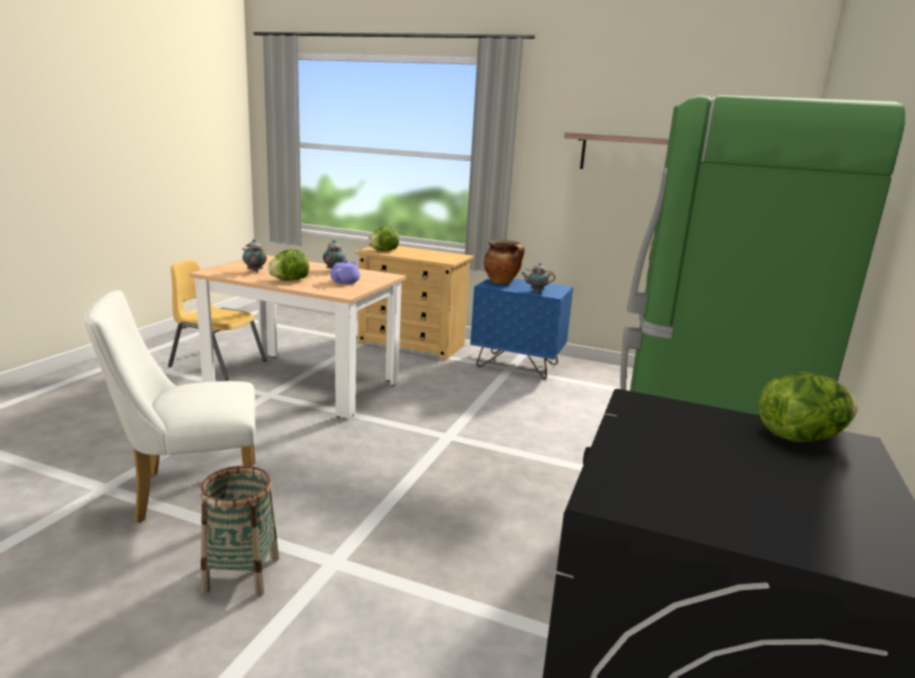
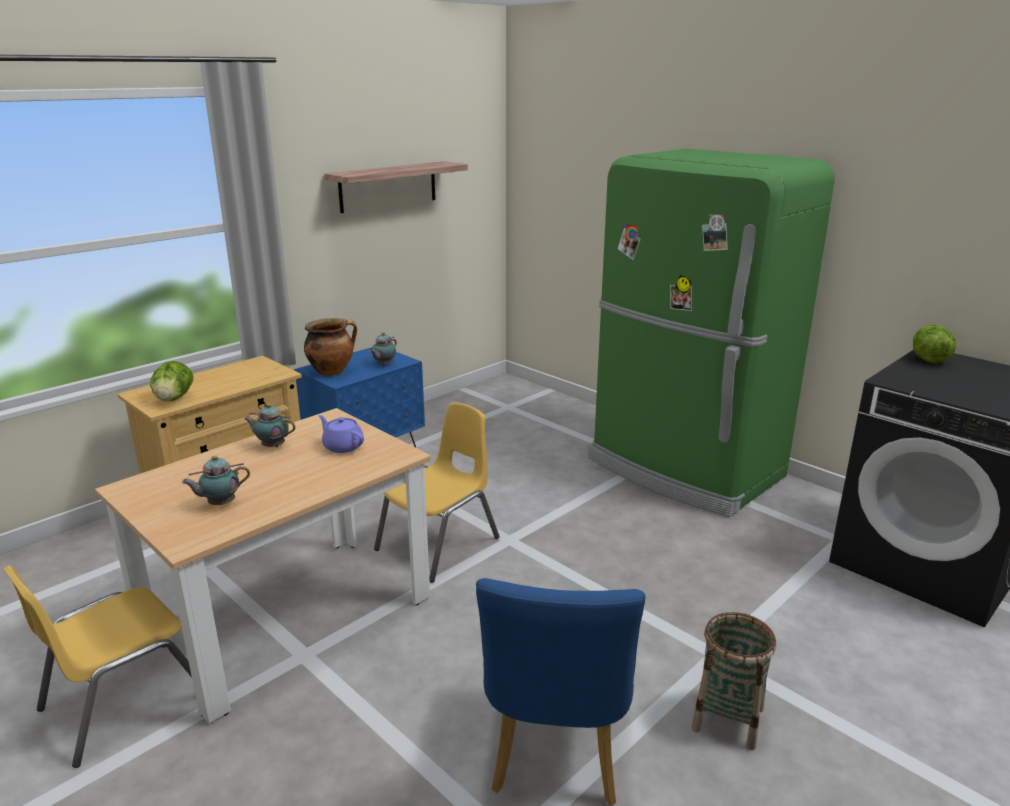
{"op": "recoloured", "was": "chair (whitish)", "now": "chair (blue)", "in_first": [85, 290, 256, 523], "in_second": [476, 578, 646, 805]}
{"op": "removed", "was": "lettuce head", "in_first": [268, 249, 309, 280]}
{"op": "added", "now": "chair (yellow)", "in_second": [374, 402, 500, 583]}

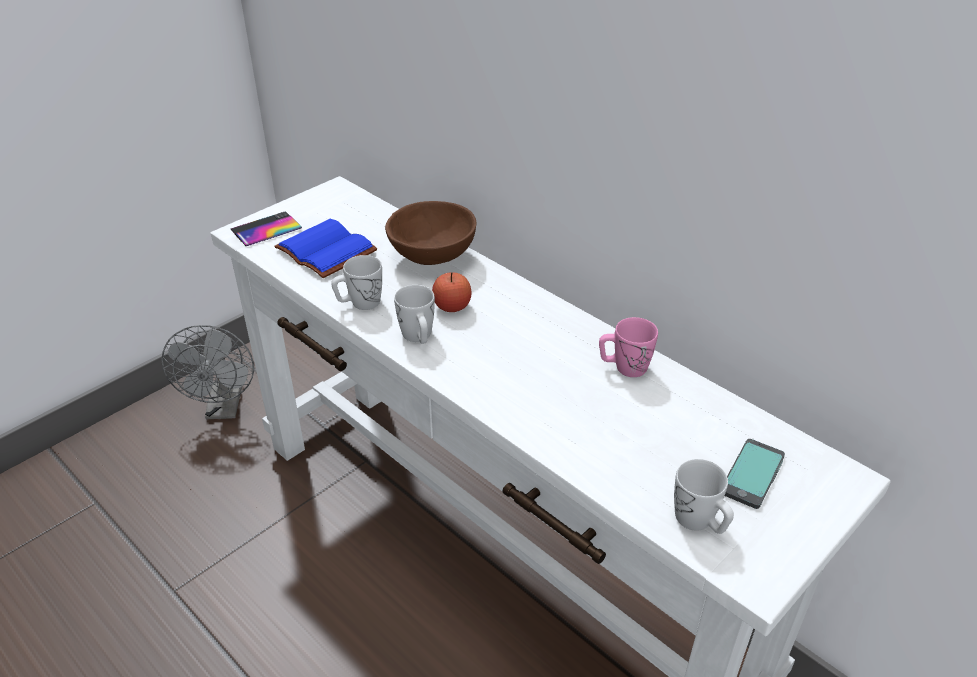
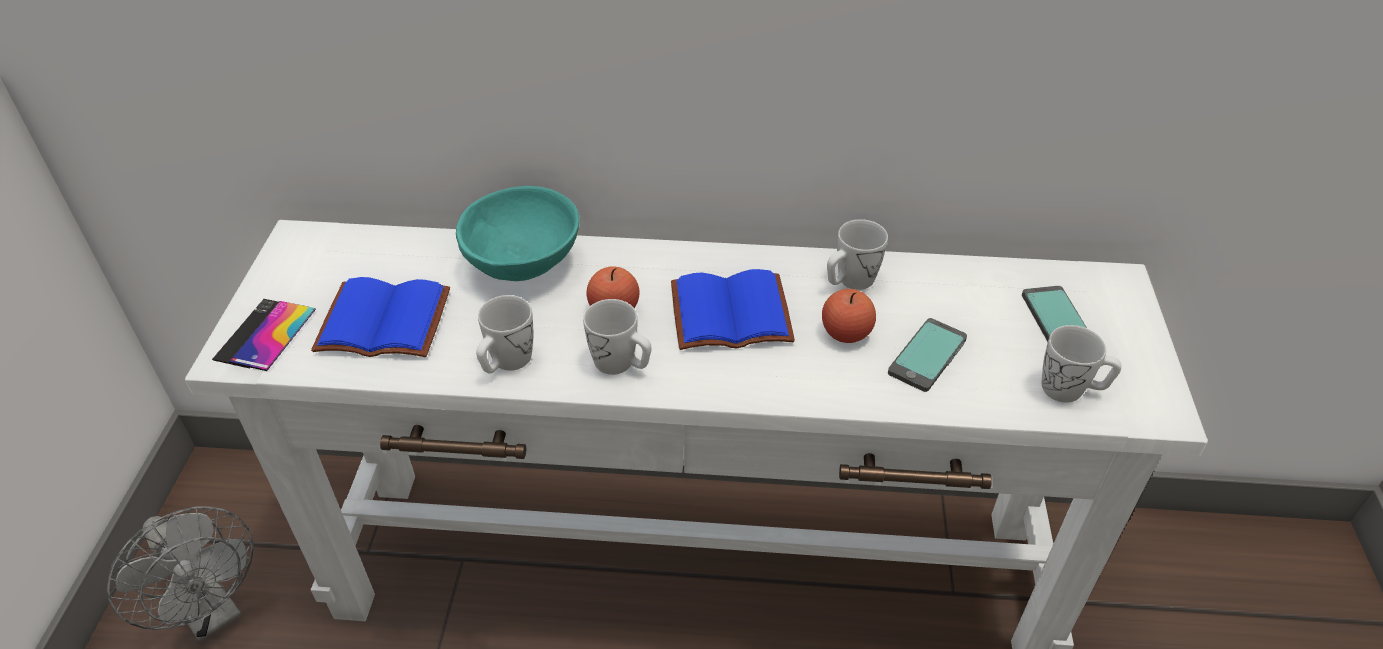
{"op": "recoloured", "was": "deep dish (brown)", "now": "deep dish (turquoise)", "in_first": [385, 201, 476, 265], "in_second": [456, 186, 579, 281]}
{"op": "recoloured", "was": "mug (pinkish)", "now": "mug (whitish)", "in_first": [599, 317, 658, 377], "in_second": [827, 219, 888, 290]}
{"op": "added", "now": "book (blue)", "in_second": [671, 269, 795, 350]}
{"op": "added", "now": "whole apple", "in_second": [822, 289, 876, 343]}
{"op": "added", "now": "handset", "in_second": [888, 318, 967, 392]}

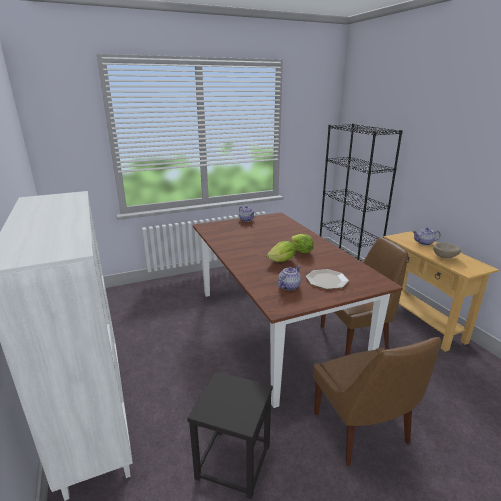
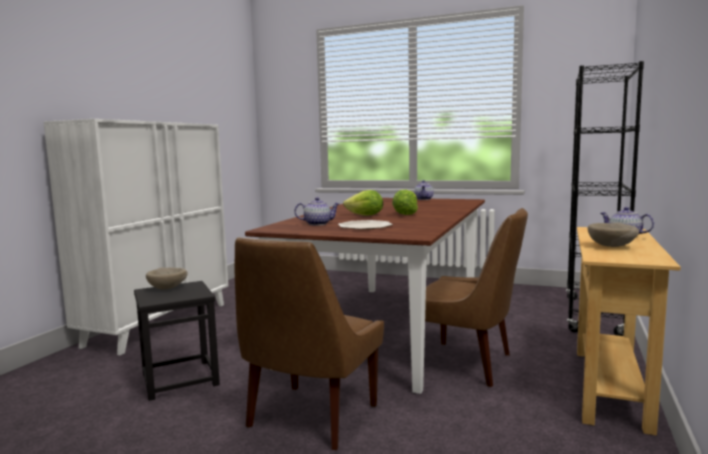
{"op": "added", "now": "deep dish (sand-coloured)", "in_second": [146, 267, 188, 290]}

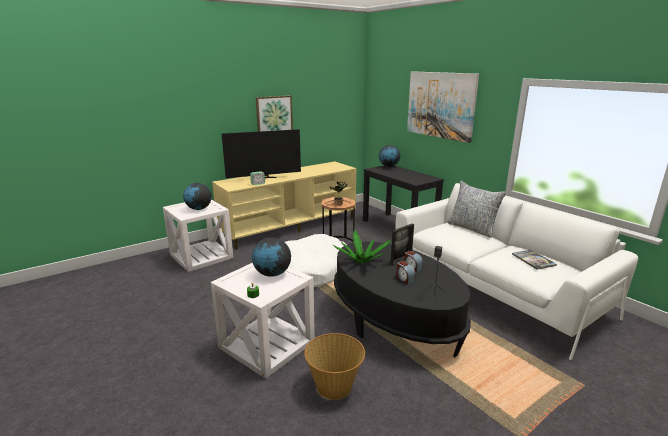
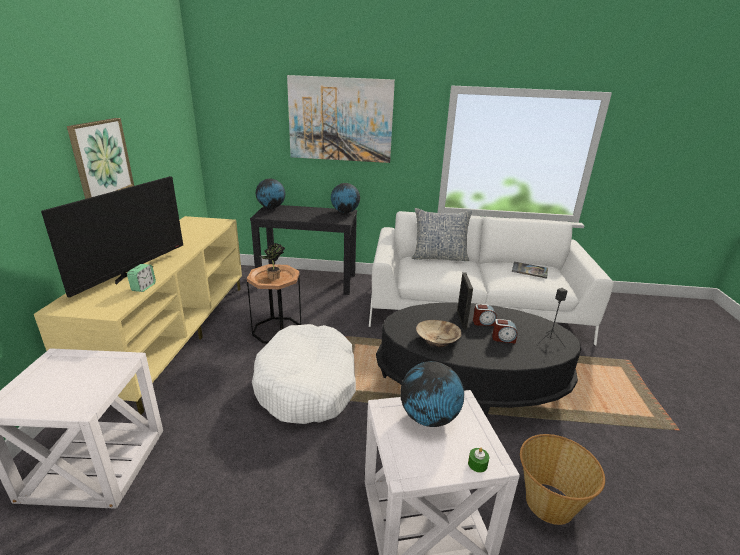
{"op": "moved", "was": "globe", "in_first": [183, 183, 212, 210], "in_second": [331, 183, 360, 213]}
{"op": "replaced", "was": "plant in a pot", "now": "deep dish (sand-coloured)", "in_first": [333, 230, 392, 263], "in_second": [416, 320, 462, 347]}

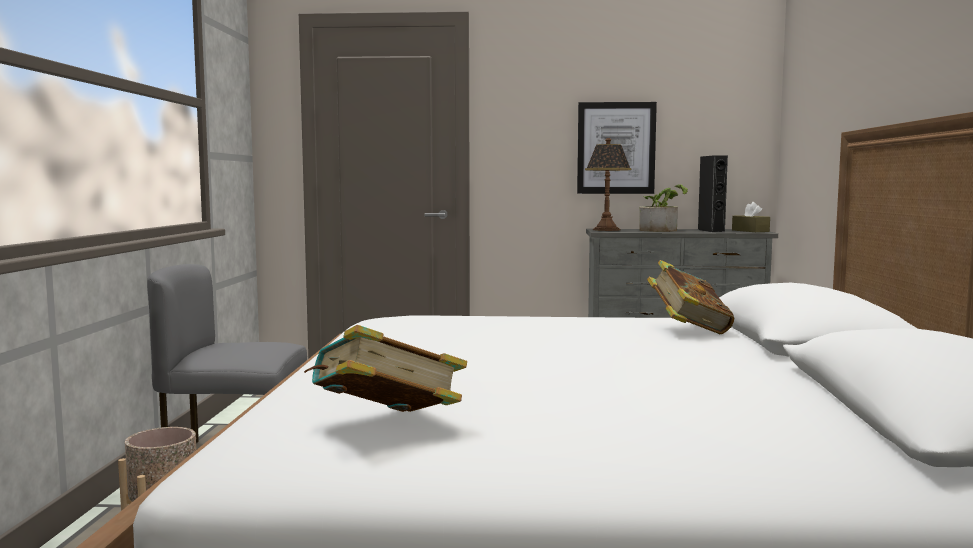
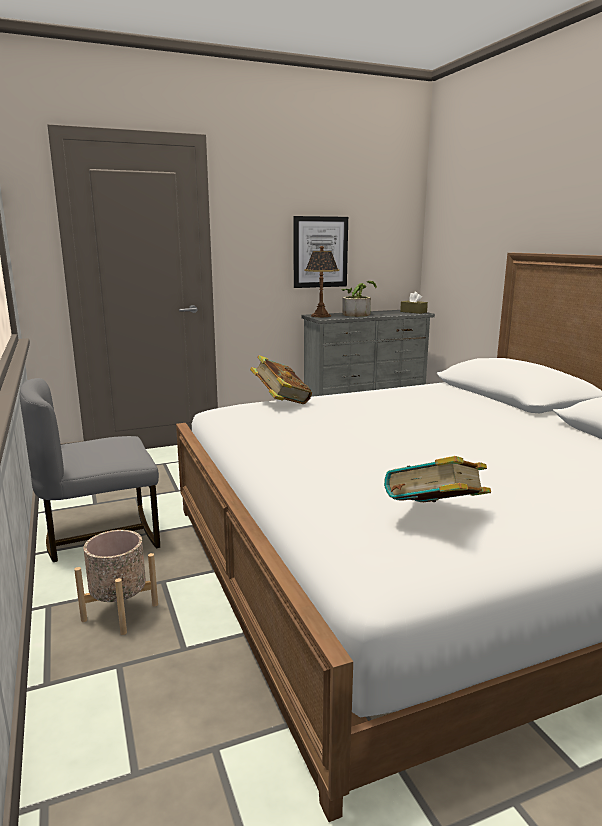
{"op": "moved", "was": "book", "in_first": [647, 260, 734, 334], "in_second": [250, 355, 312, 404]}
{"op": "removed", "was": "loudspeaker (blackish)", "in_first": [698, 155, 728, 232]}

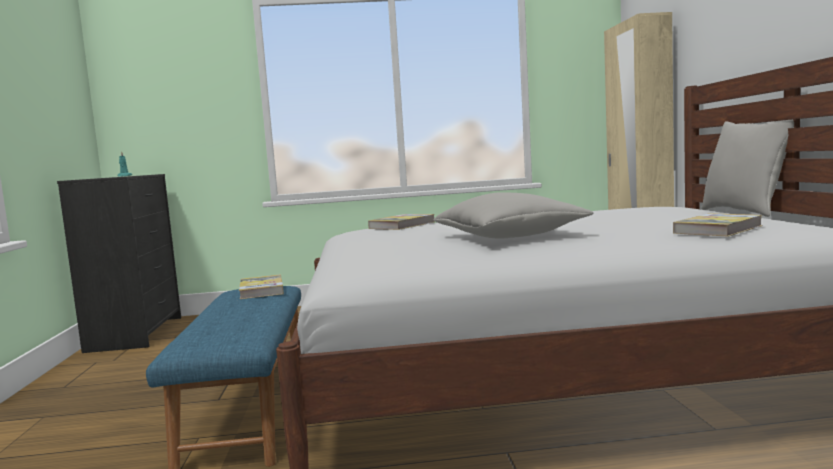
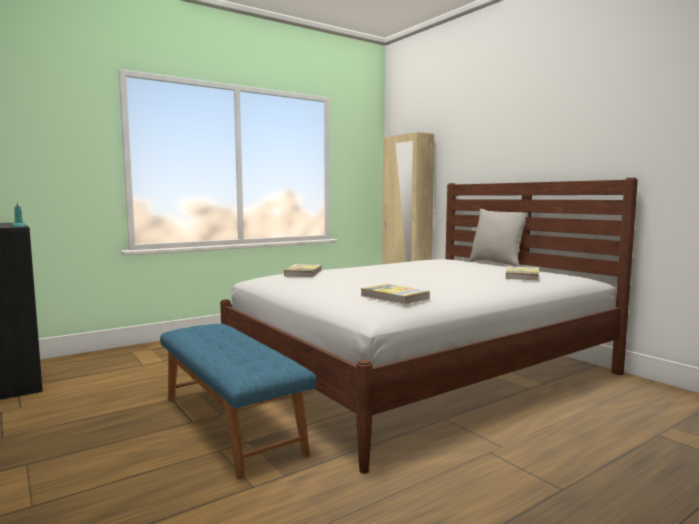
{"op": "moved", "was": "book", "in_first": [239, 275, 284, 299], "in_second": [361, 284, 430, 305]}
{"op": "removed", "was": "throw pillow (gray)", "in_first": [433, 192, 593, 238]}

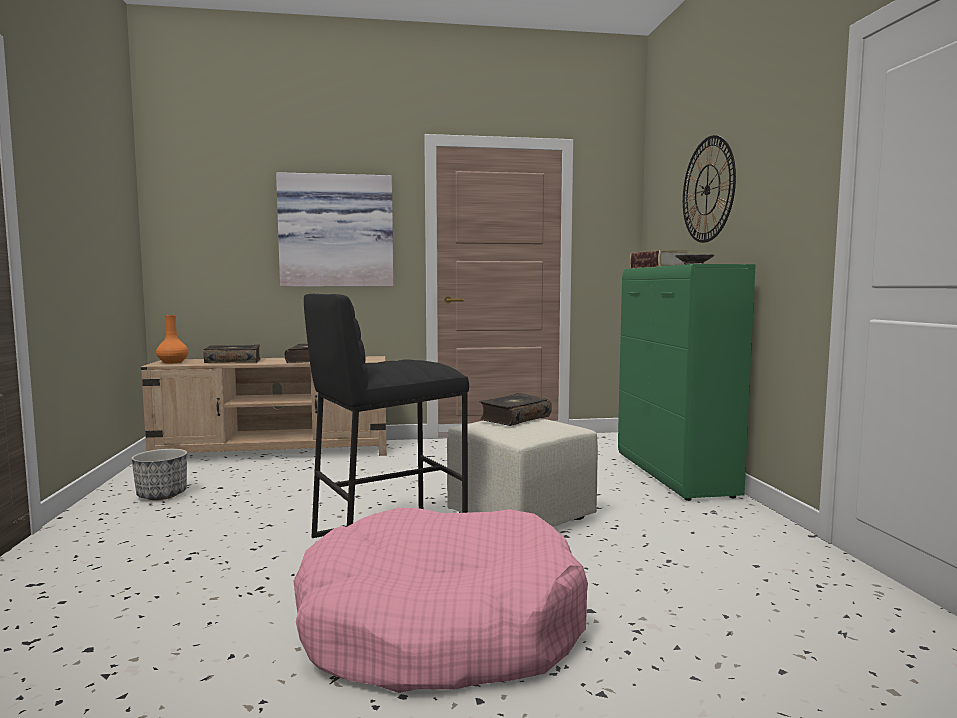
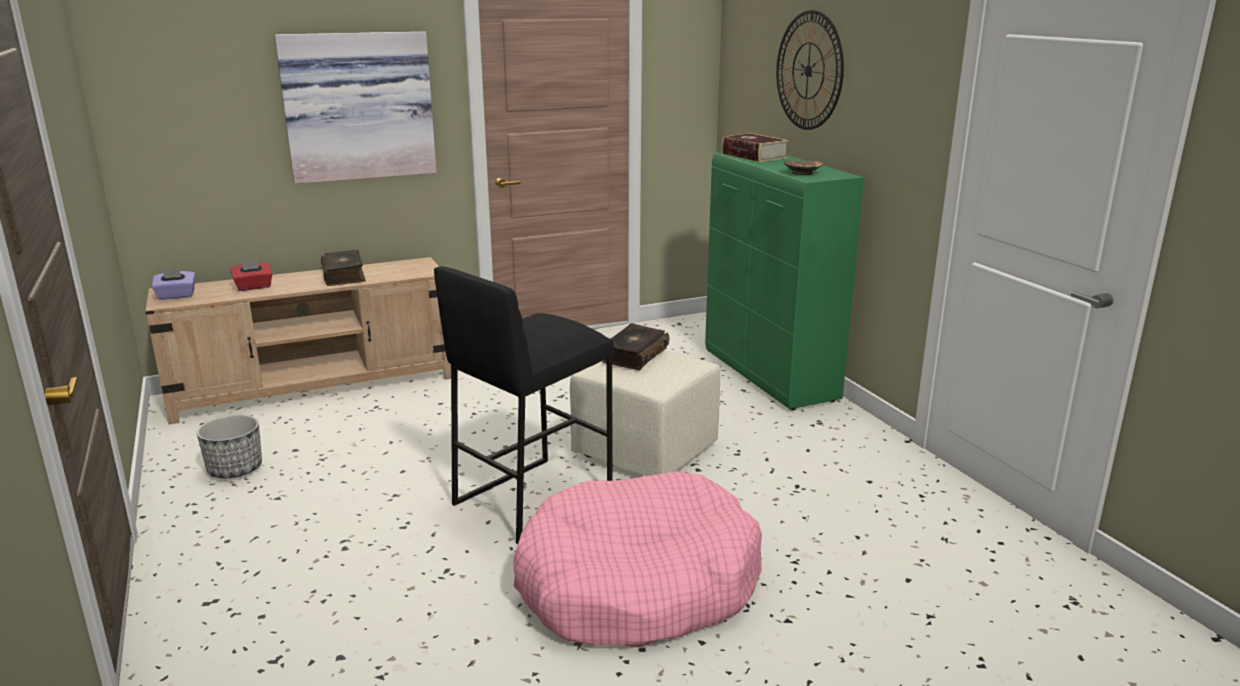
{"op": "replaced", "was": "vase (orangey)", "now": "tissue box (purple)", "in_first": [156, 315, 188, 363], "in_second": [152, 269, 196, 300]}
{"op": "replaced", "was": "book", "now": "tissue box (reddish)", "in_first": [204, 345, 261, 363], "in_second": [230, 260, 272, 291]}

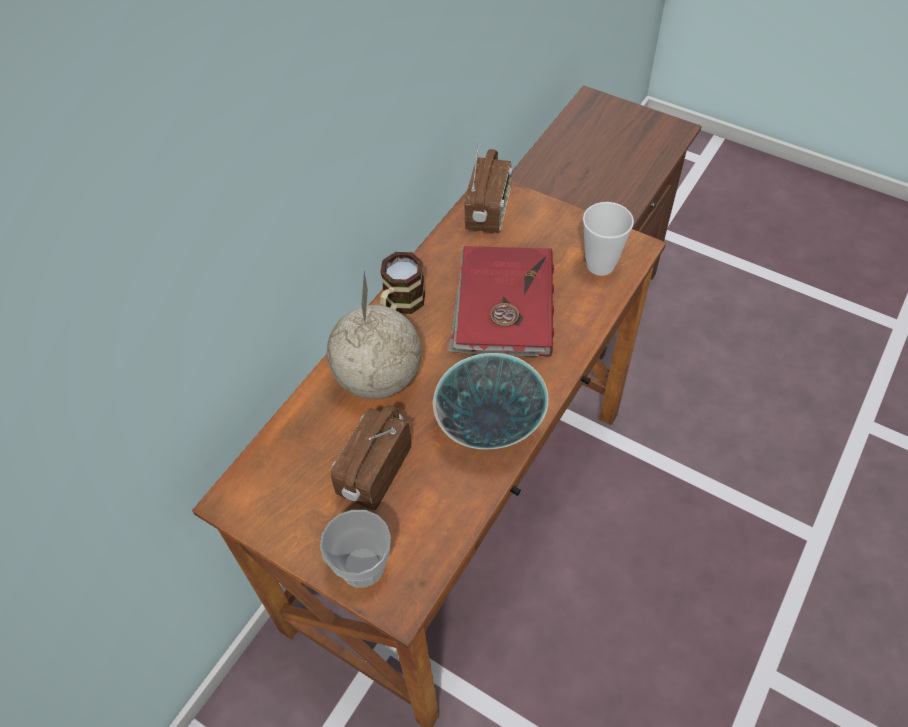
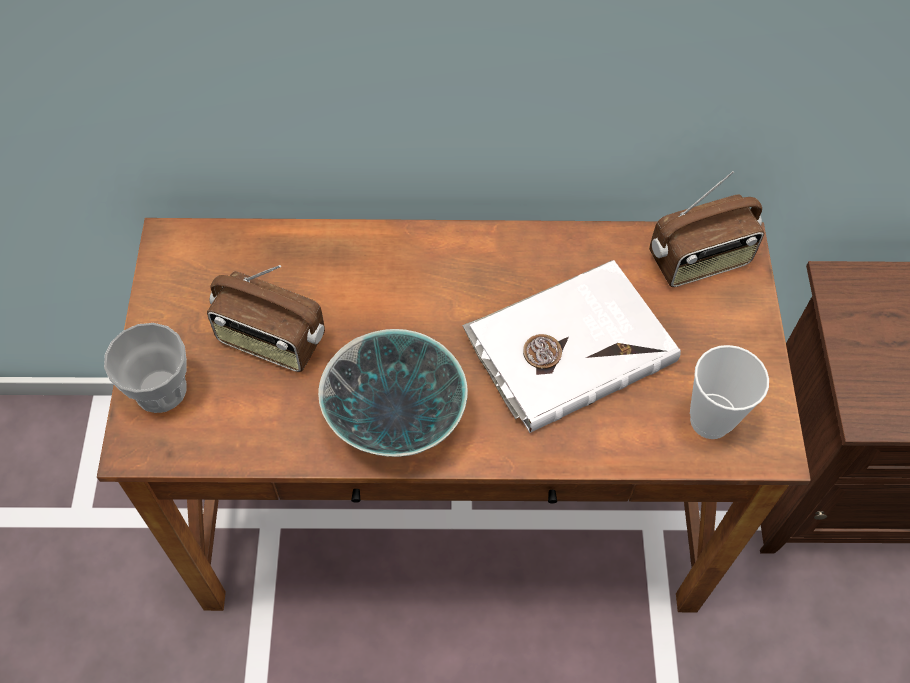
{"op": "removed", "was": "globe", "in_first": [327, 271, 421, 399]}
{"op": "turned", "was": "radio receiver", "in_first": [331, 405, 411, 510], "in_second": [207, 265, 325, 372], "clockwise": -150}
{"op": "removed", "was": "mug", "in_first": [380, 252, 425, 314]}
{"op": "recoloured", "was": "book (reddish)", "now": "book (whitish)", "in_first": [448, 246, 554, 357], "in_second": [462, 260, 681, 433]}

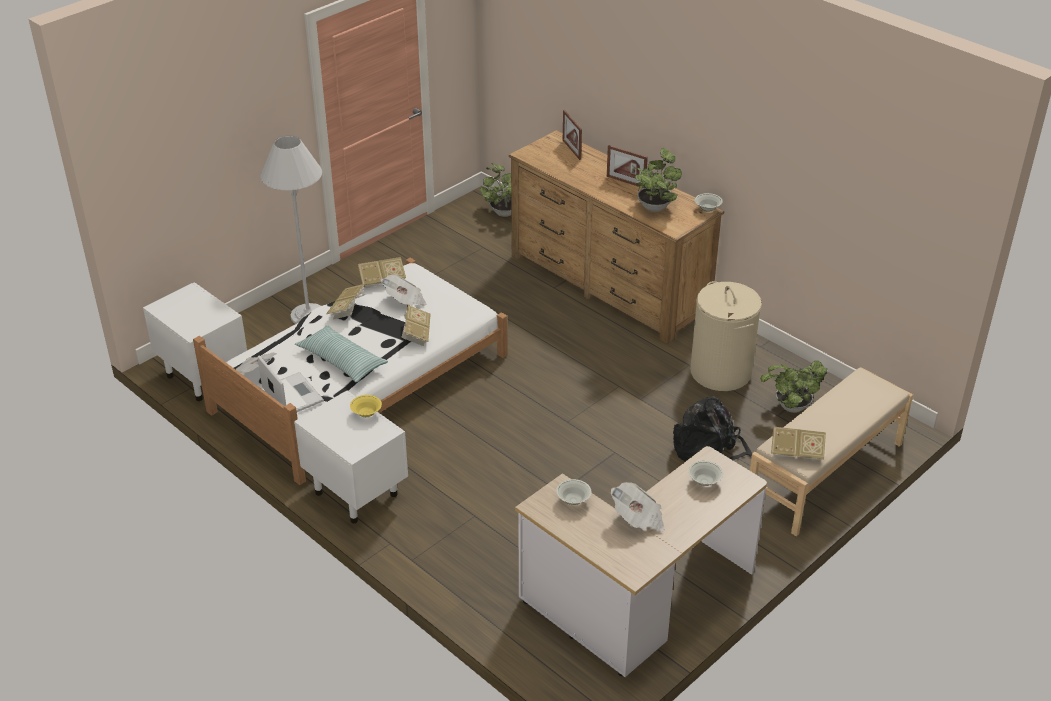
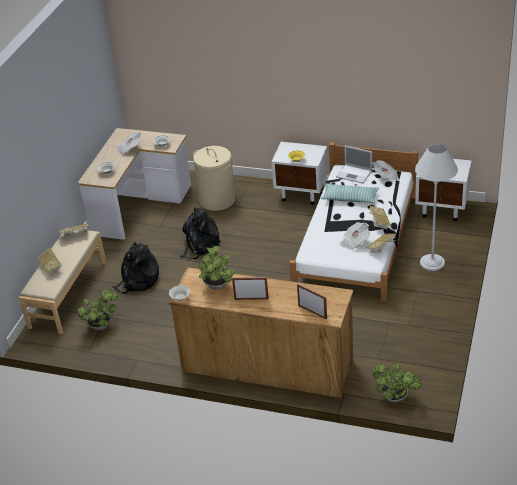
{"op": "moved", "was": "book", "in_first": [401, 305, 431, 346], "in_second": [38, 247, 63, 276]}
{"op": "moved", "was": "hamper (sand-coloured)", "in_first": [690, 281, 762, 391], "in_second": [193, 146, 236, 211]}
{"op": "added", "now": "backpack (blackish)", "in_second": [180, 207, 221, 259]}

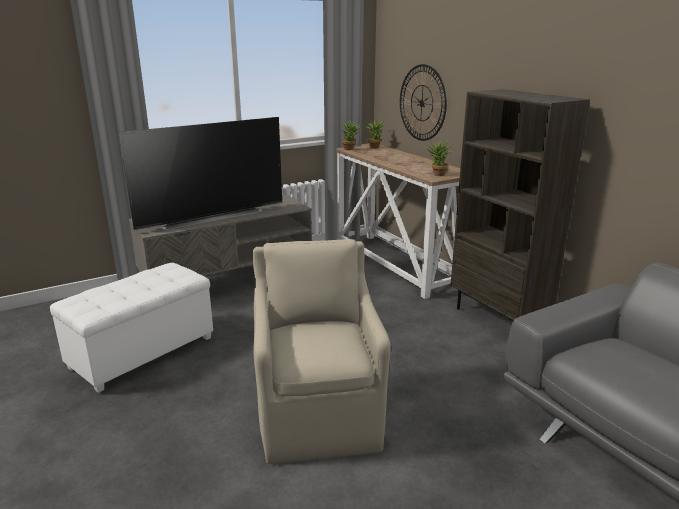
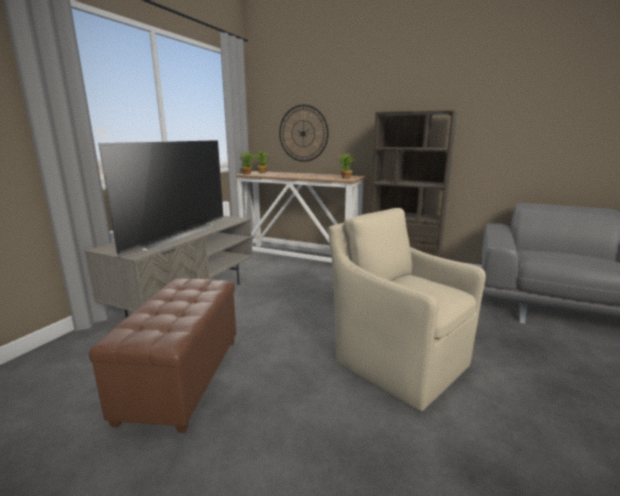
{"op": "recoloured", "was": "pouffe (whitish)", "now": "pouffe (brown)", "in_first": [50, 263, 213, 393], "in_second": [89, 279, 236, 433]}

